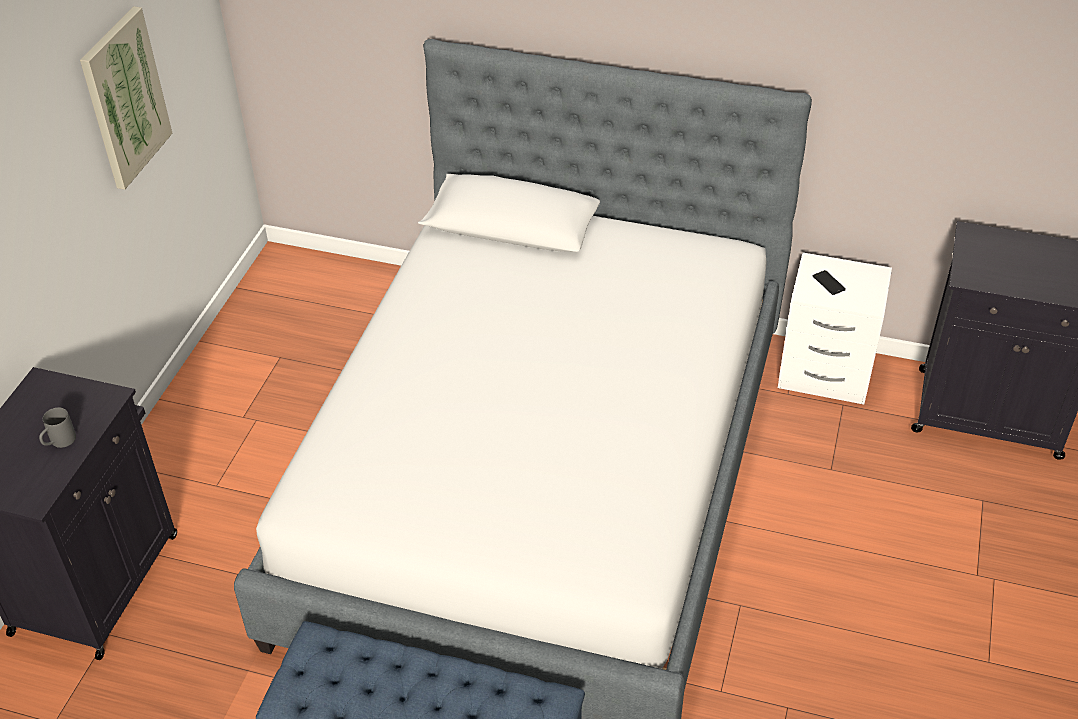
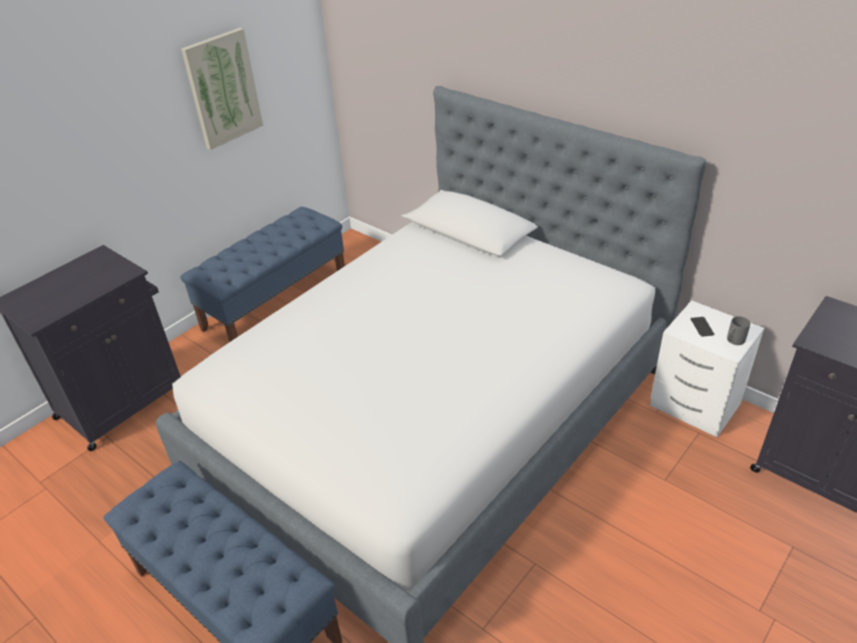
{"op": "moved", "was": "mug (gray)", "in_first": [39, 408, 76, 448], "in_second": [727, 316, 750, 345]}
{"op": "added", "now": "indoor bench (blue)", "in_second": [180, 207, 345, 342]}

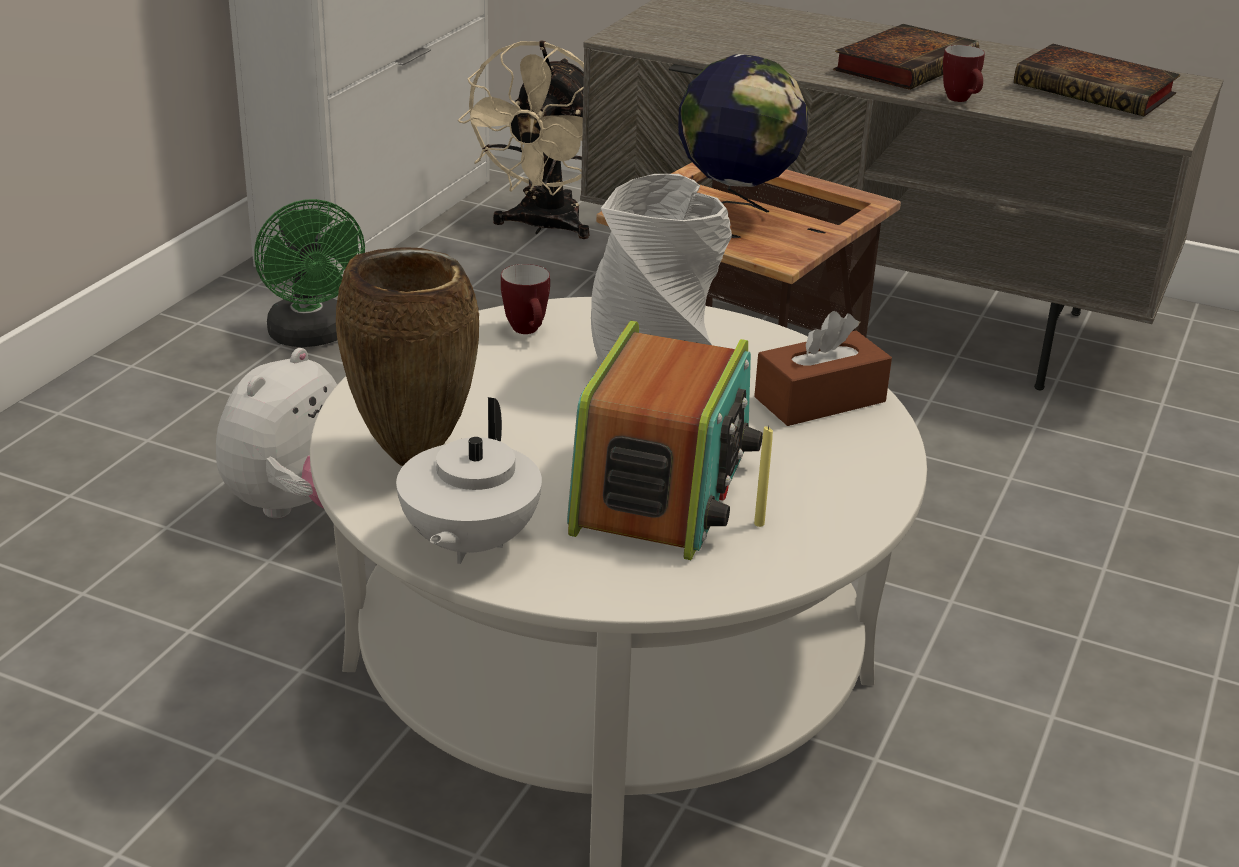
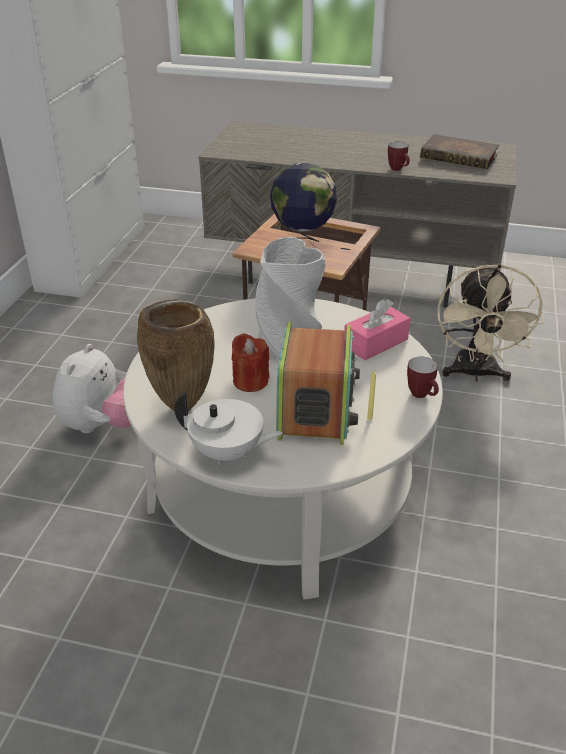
{"op": "removed", "was": "fan (greenish)", "in_first": [254, 199, 365, 347]}
{"op": "turned", "was": "tea pot (whitish)", "in_first": [396, 397, 542, 564], "in_second": [175, 393, 283, 465], "clockwise": -75}
{"op": "moved", "was": "fan (sand-coloured)", "in_first": [458, 41, 589, 239], "in_second": [437, 264, 545, 381]}
{"op": "moved", "was": "mug", "in_first": [501, 264, 550, 334], "in_second": [407, 357, 439, 398]}
{"op": "recoloured", "was": "tissue box (brown)", "now": "tissue box (pinkish)", "in_first": [754, 311, 892, 426], "in_second": [344, 299, 410, 360]}
{"op": "removed", "was": "book", "in_first": [833, 24, 979, 90]}
{"op": "added", "now": "wax candle (reddish)", "in_second": [232, 333, 270, 392]}

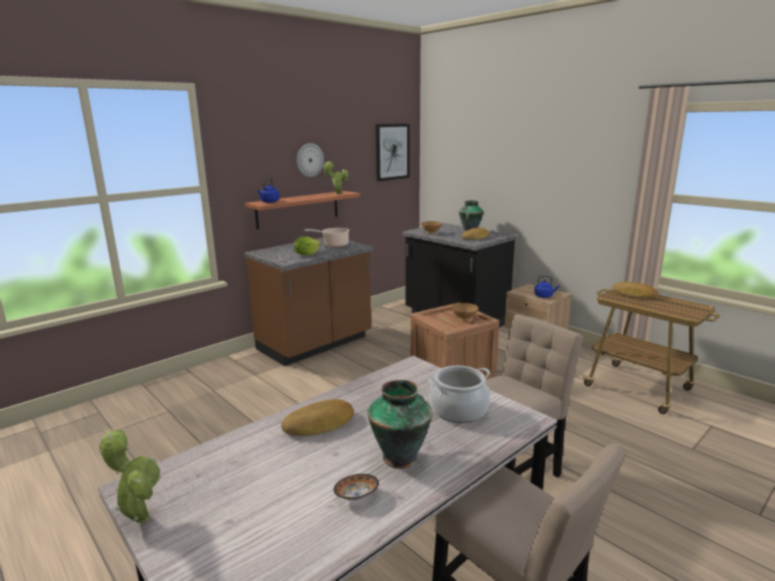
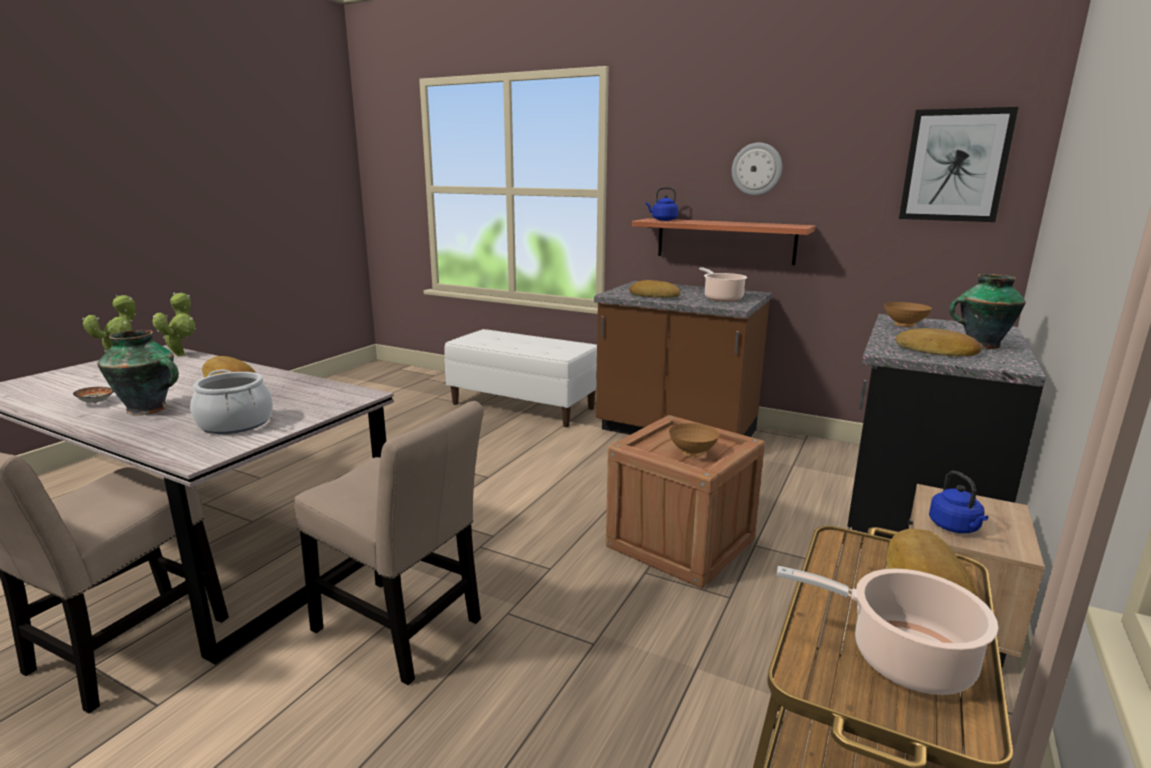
{"op": "replaced", "was": "lettuce head", "now": "bread", "in_first": [294, 237, 321, 255], "in_second": [629, 280, 681, 298]}
{"op": "moved", "was": "plant in a pot", "in_first": [323, 161, 348, 195], "in_second": [152, 293, 196, 356]}
{"op": "added", "now": "indoor bench (whitish)", "in_second": [444, 329, 597, 427]}
{"op": "added", "now": "saucepot", "in_second": [777, 566, 999, 695]}

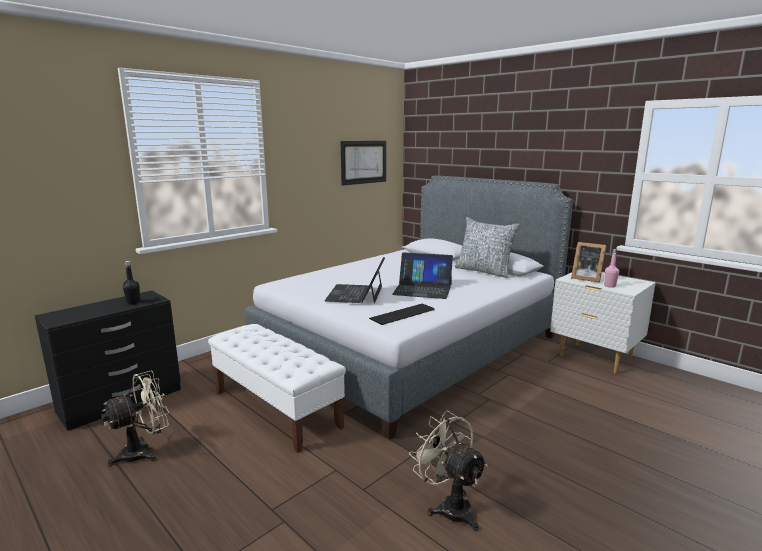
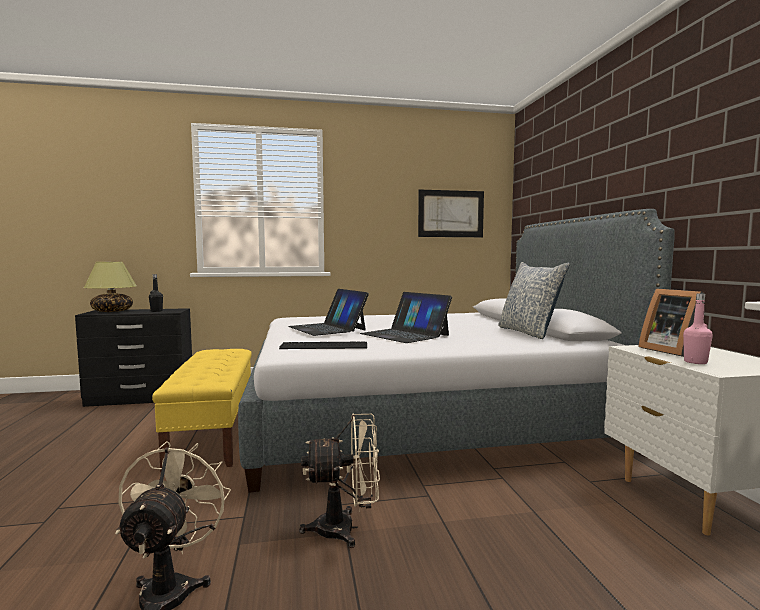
{"op": "moved", "was": "fan (sand-coloured)", "in_first": [101, 371, 169, 466], "in_second": [299, 414, 380, 548]}
{"op": "recoloured", "was": "indoor bench (whitish)", "now": "indoor bench (yellow)", "in_first": [208, 324, 346, 453], "in_second": [152, 349, 252, 473]}
{"op": "turned", "was": "portable computer", "in_first": [324, 257, 385, 303], "in_second": [288, 289, 369, 336], "clockwise": -75}
{"op": "added", "now": "tabletop lamp", "in_second": [84, 262, 137, 312]}

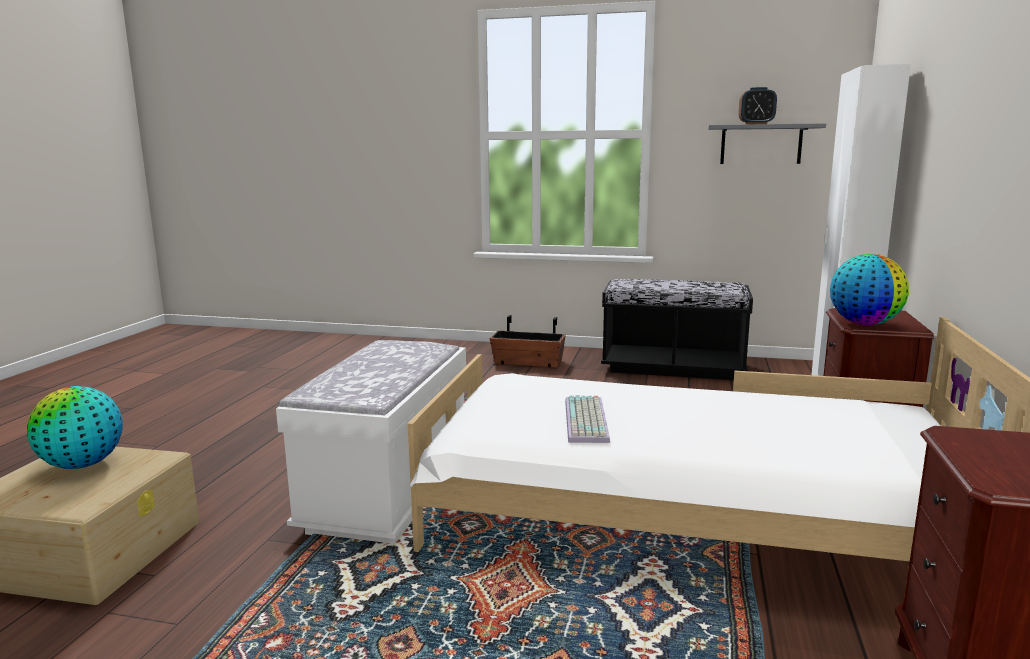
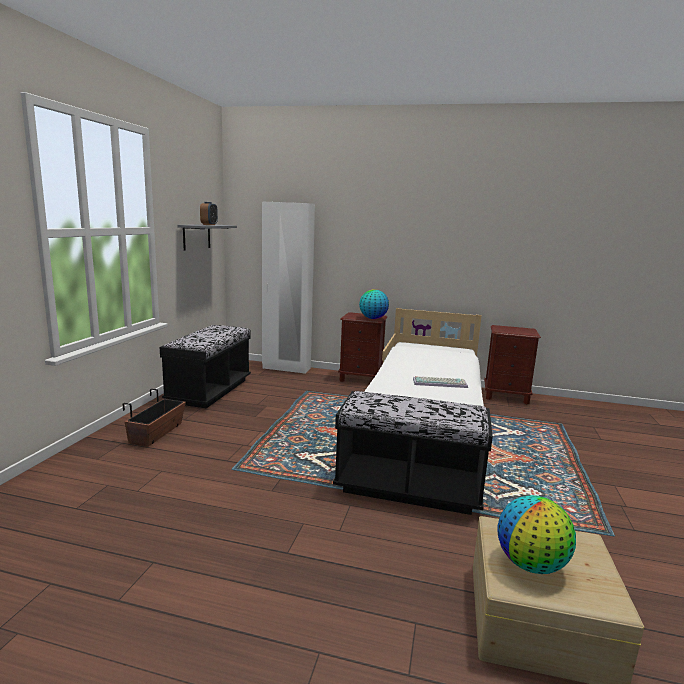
{"op": "recoloured", "was": "indoor bench (whitish)", "now": "indoor bench (blackish)", "in_first": [276, 340, 466, 544], "in_second": [333, 391, 493, 515]}

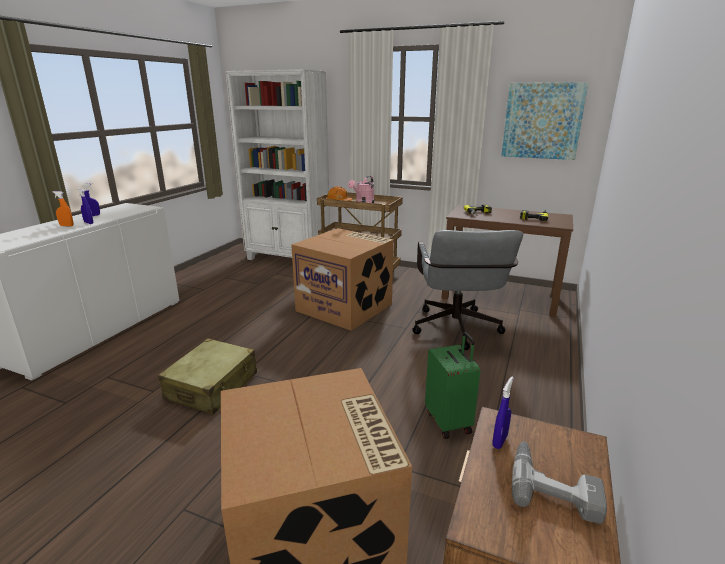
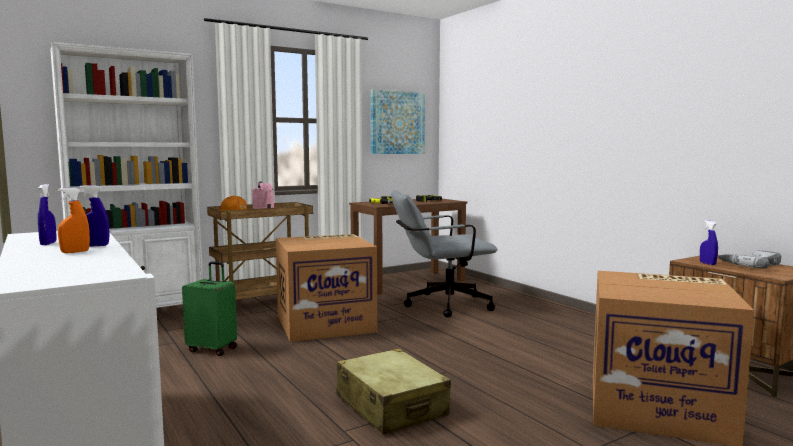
{"op": "turned", "was": "office chair (gray)", "in_first": [412, 230, 523, 350], "in_second": [391, 190, 498, 318], "clockwise": 135}
{"op": "moved", "was": "travel case (greenish)", "in_first": [425, 332, 480, 439], "in_second": [182, 261, 237, 356]}

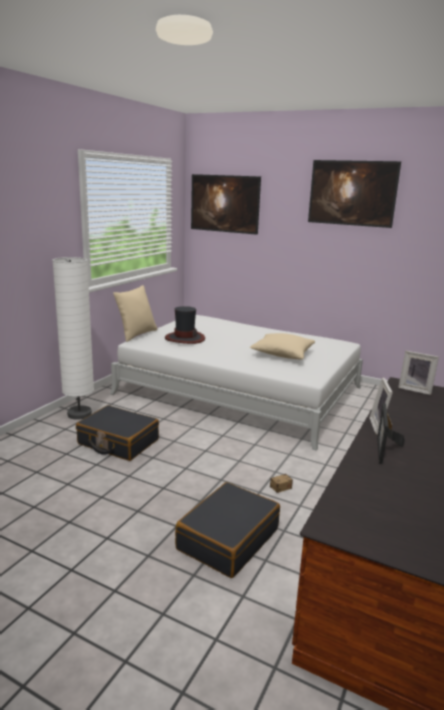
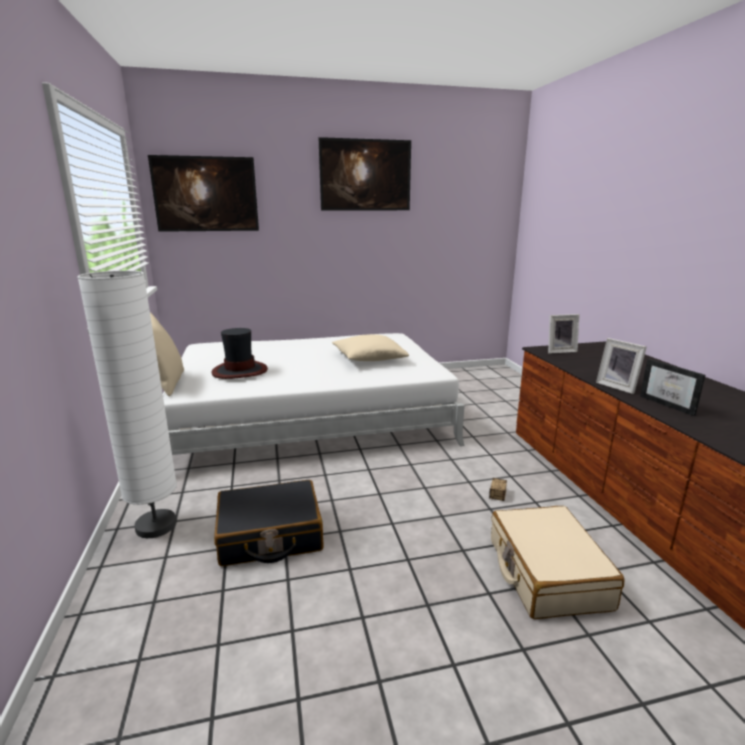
{"op": "recoloured", "was": "travel case (blackish)", "now": "travel case (sand-coloured)", "in_first": [175, 482, 280, 578], "in_second": [491, 506, 624, 619]}

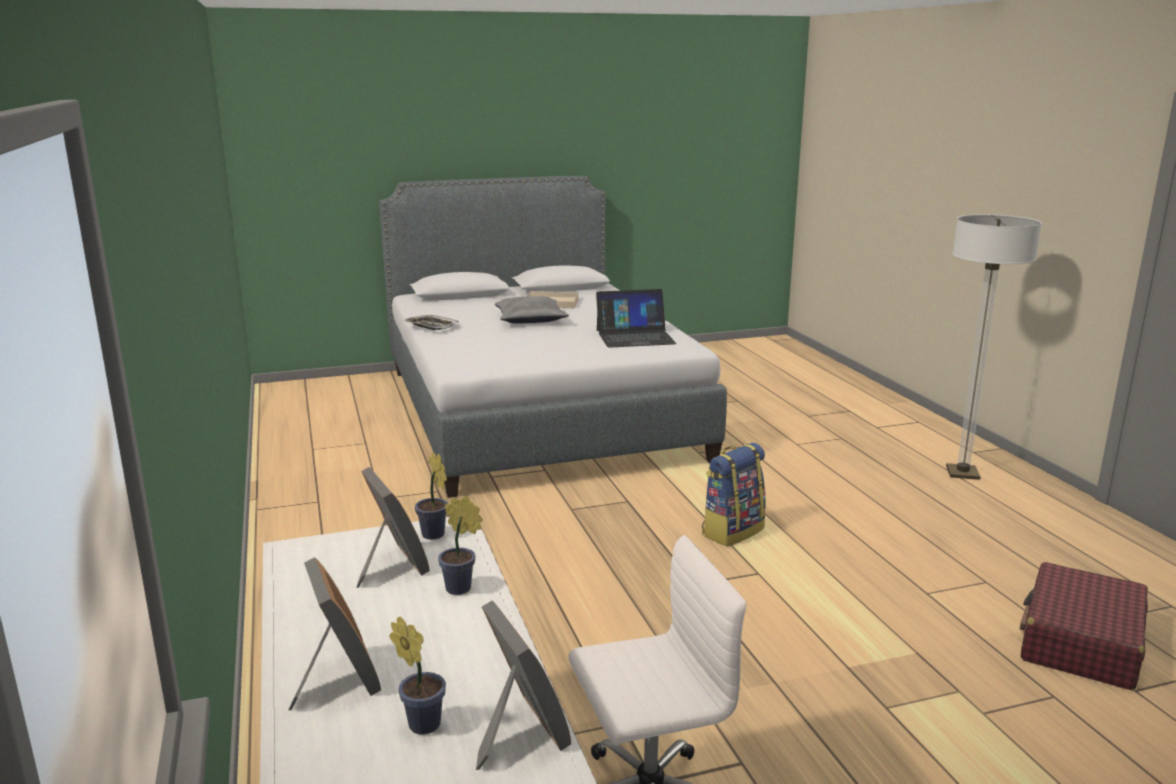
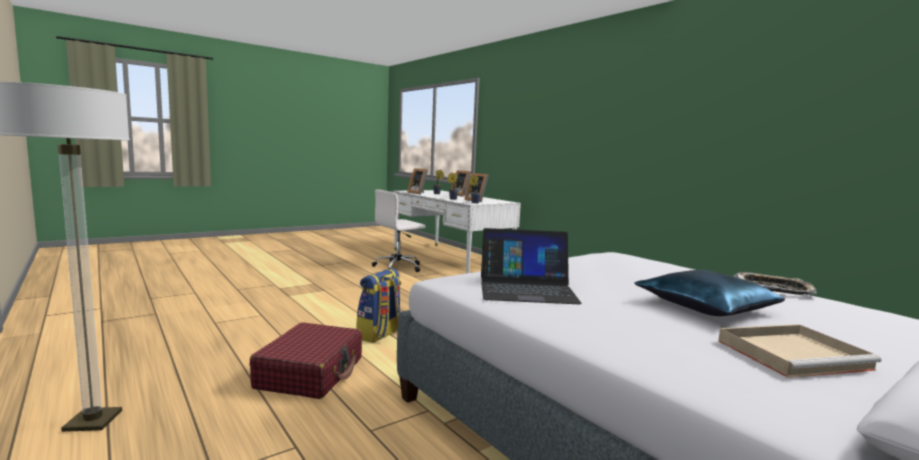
{"op": "recoloured", "was": "throw pillow (gray)", "now": "throw pillow (blue)", "in_first": [495, 296, 569, 323], "in_second": [634, 270, 785, 316]}
{"op": "turned", "was": "portable computer", "in_first": [596, 289, 677, 348], "in_second": [481, 228, 582, 304], "clockwise": -150}
{"op": "moved", "was": "travel case (reddish)", "in_first": [1020, 562, 1148, 690], "in_second": [250, 322, 362, 399]}

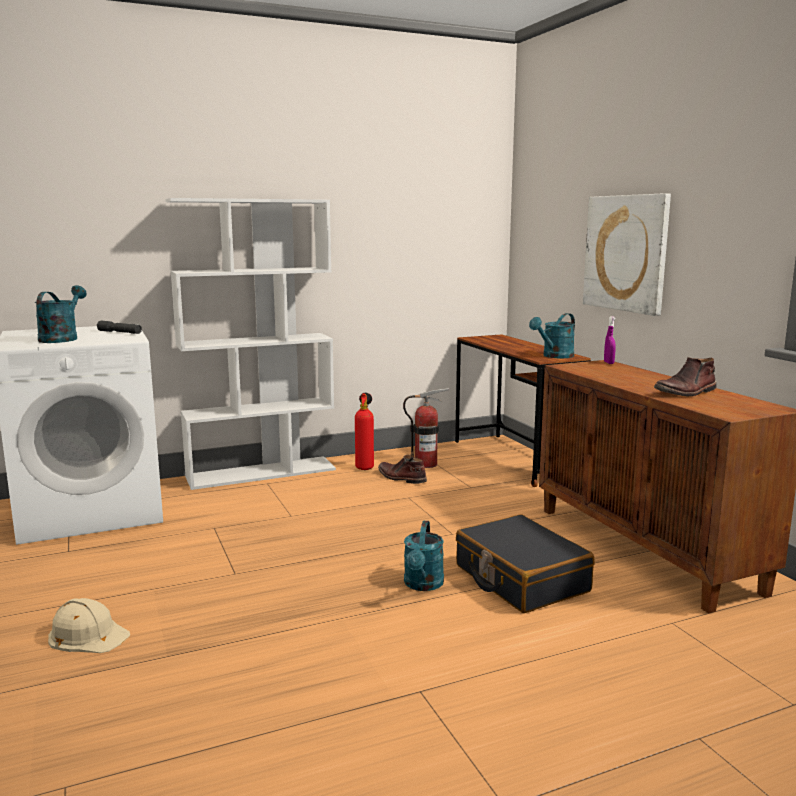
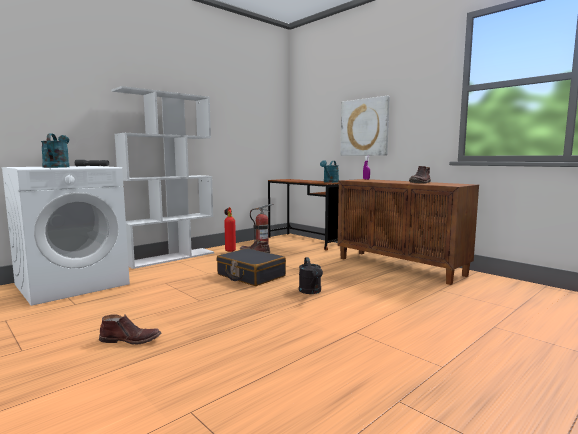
{"op": "replaced", "was": "safety helmet (sand-coloured)", "now": "high-top boot (brown)", "in_first": [48, 598, 130, 653], "in_second": [99, 314, 161, 345]}
{"op": "recoloured", "was": "watering pot (turquoise)", "now": "watering pot (blackish)", "in_first": [404, 521, 444, 591], "in_second": [299, 257, 323, 294]}
{"op": "moved", "was": "travel case (blackish)", "in_first": [456, 514, 594, 613], "in_second": [217, 248, 286, 286]}

